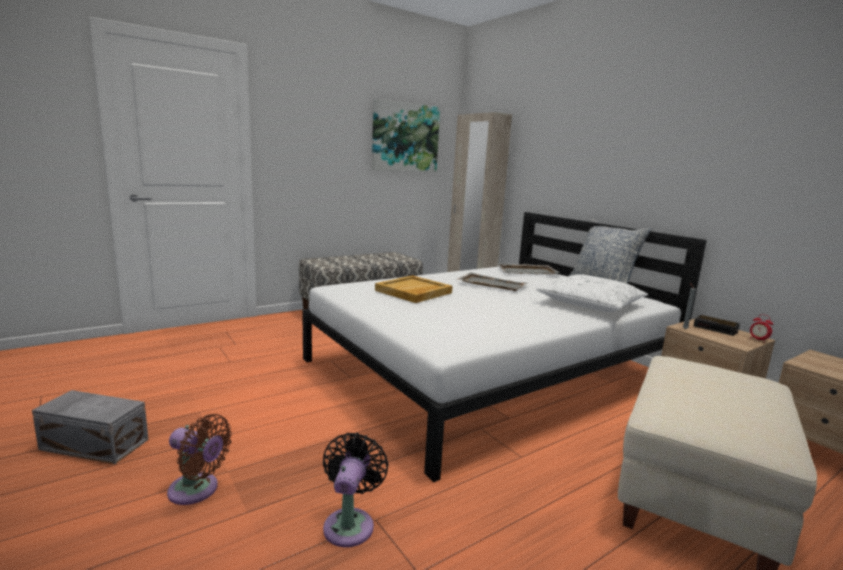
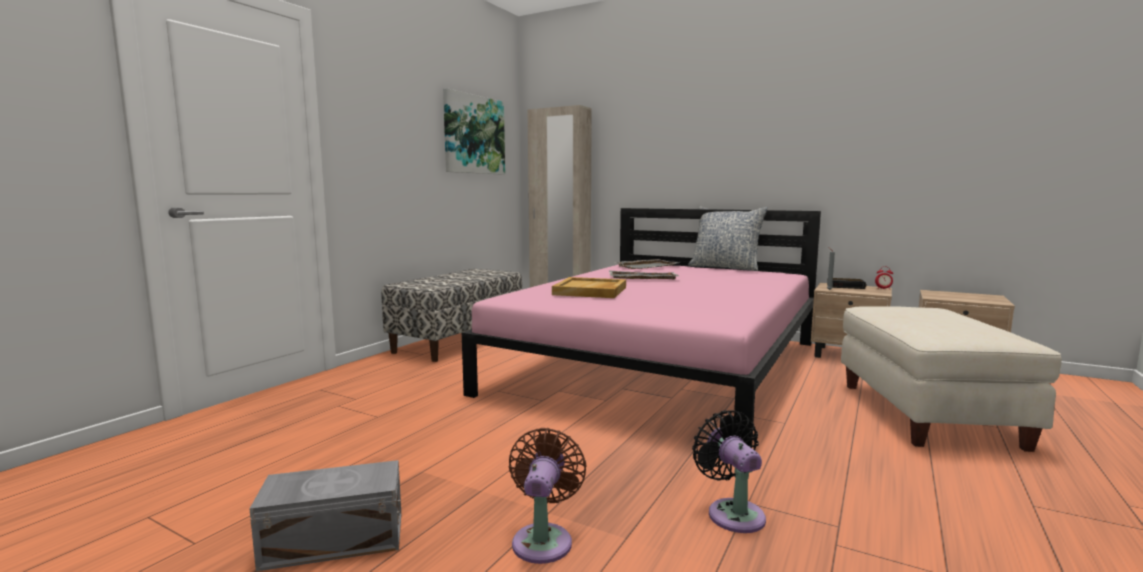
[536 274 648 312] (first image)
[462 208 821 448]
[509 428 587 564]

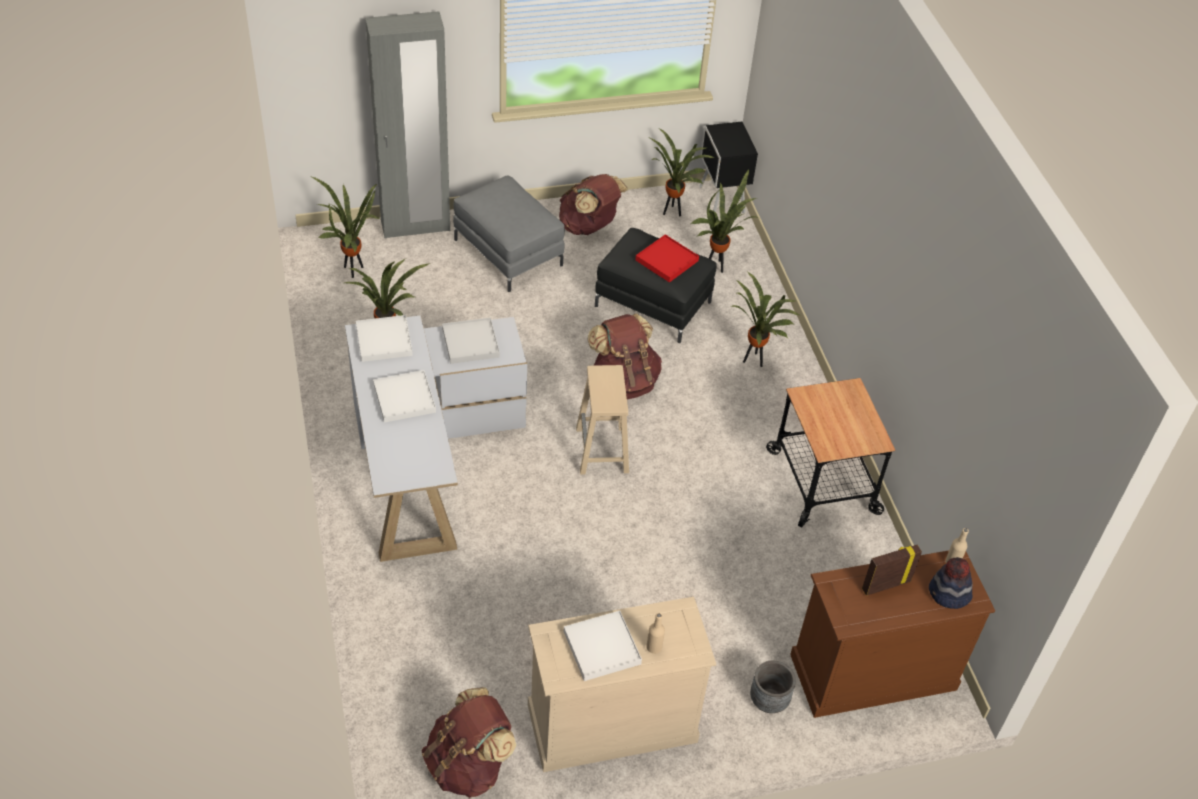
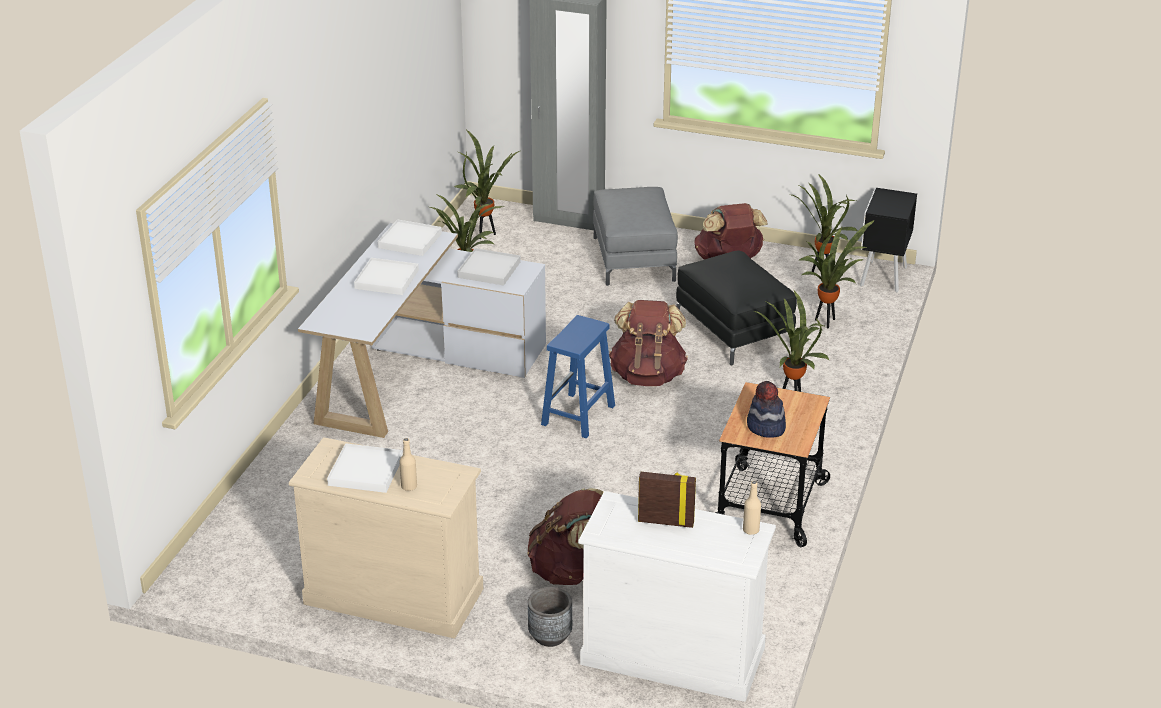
[635 234 699 283] (first image)
[527 488 603 585]
[747 381 786 438]
[541 315 615 438]
[578 491 776 702]

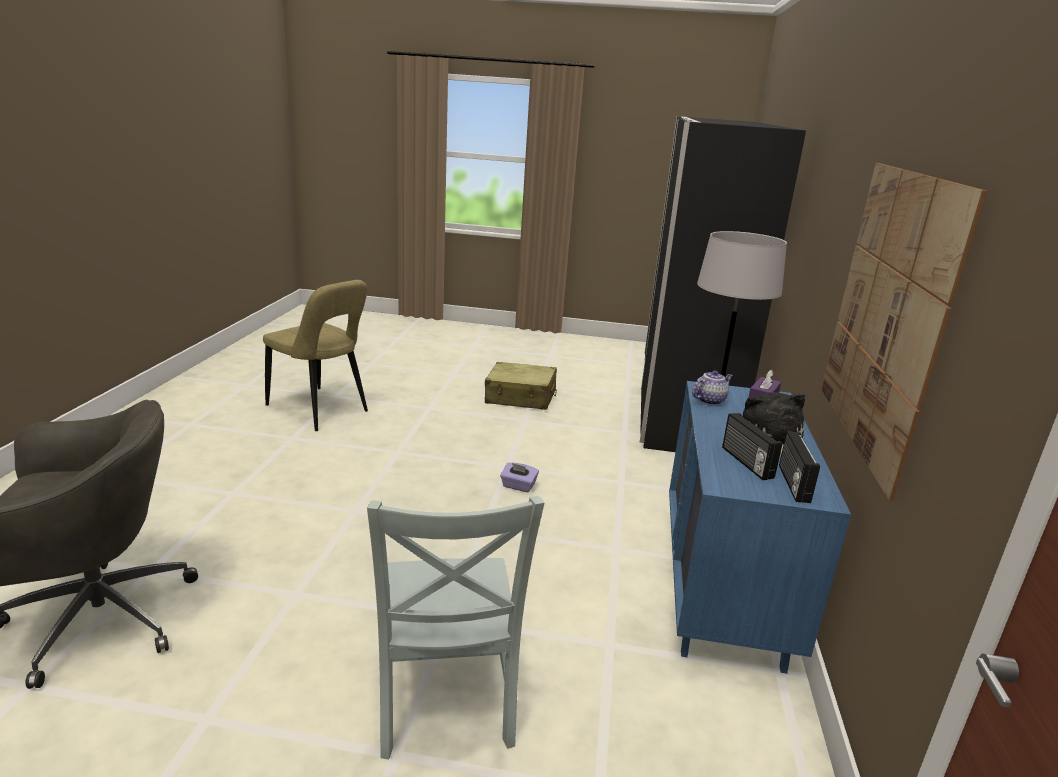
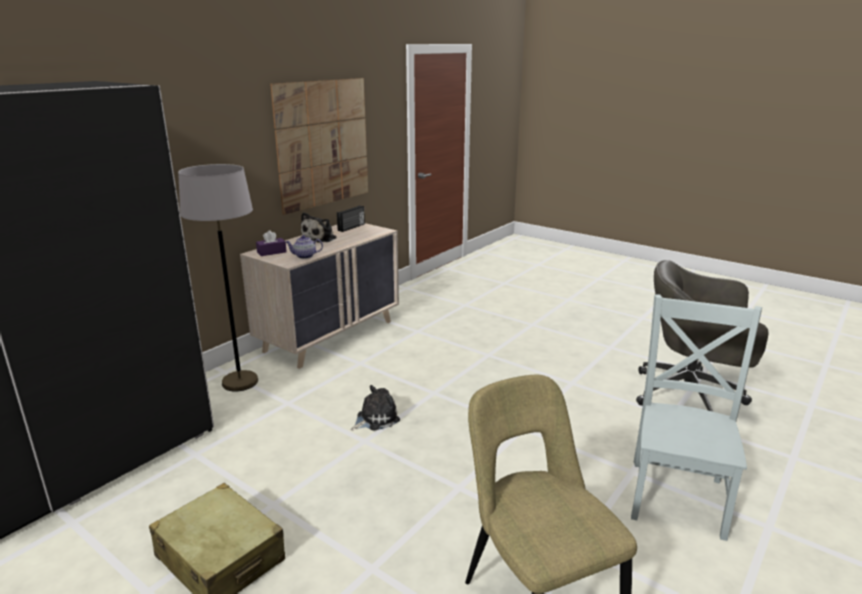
[722 413 782 480] (first image)
[631 294 762 541]
[351 385 400 431]
[240 223 399 369]

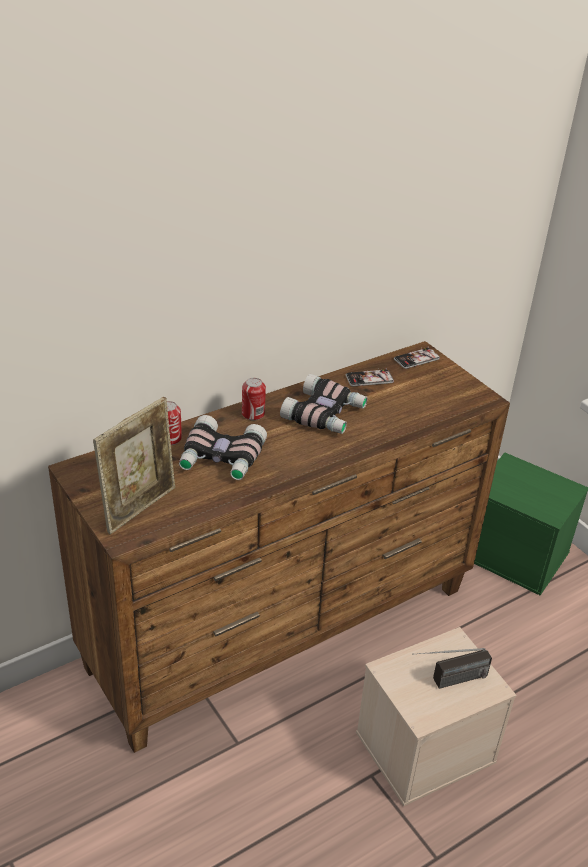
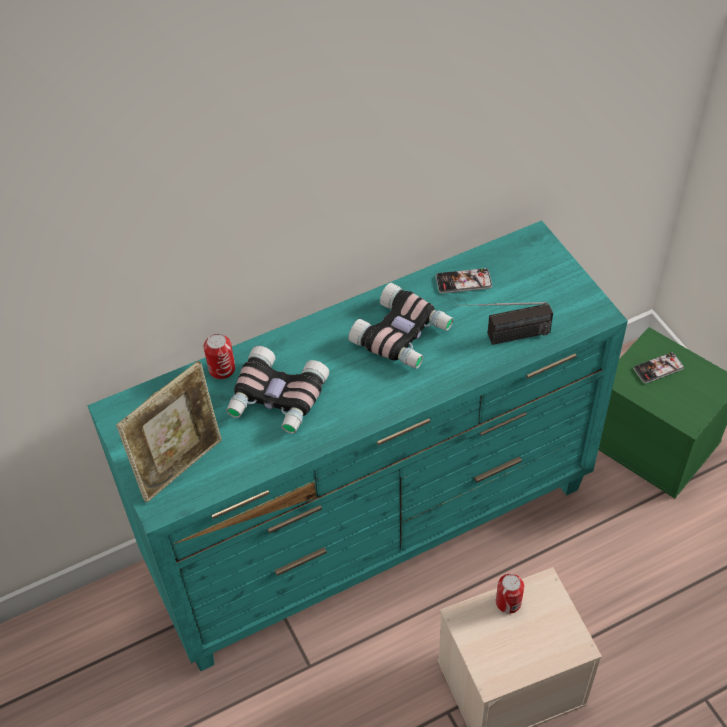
[496 574 524 614]
[633 352 684 383]
[458 302 553 345]
[87 220 628 671]

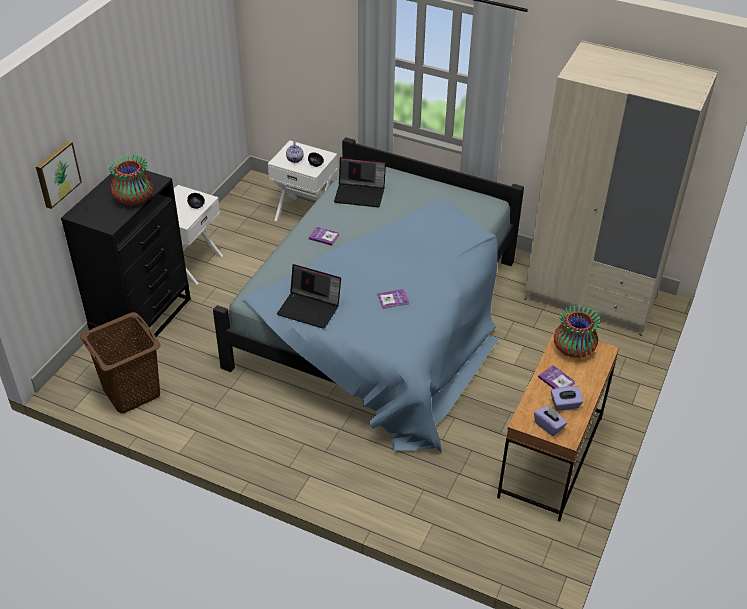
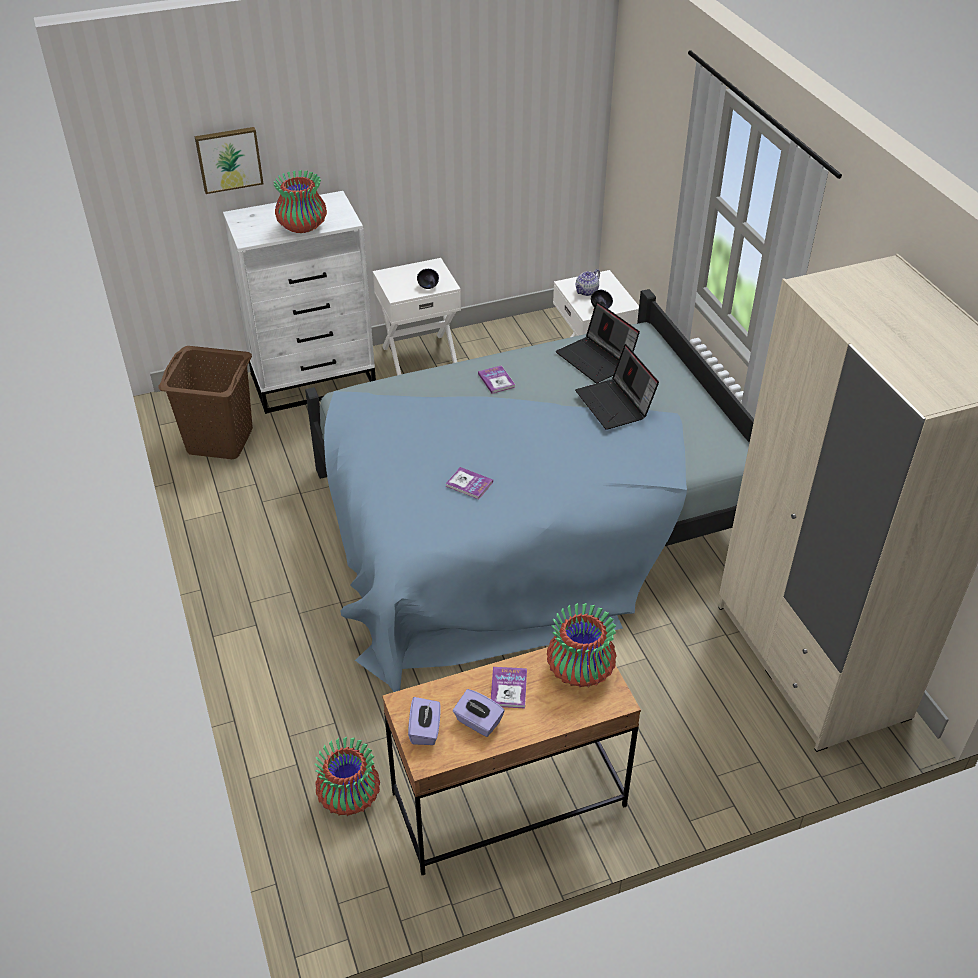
[315 737 380 816]
[575 344 659 430]
[223 191 376 414]

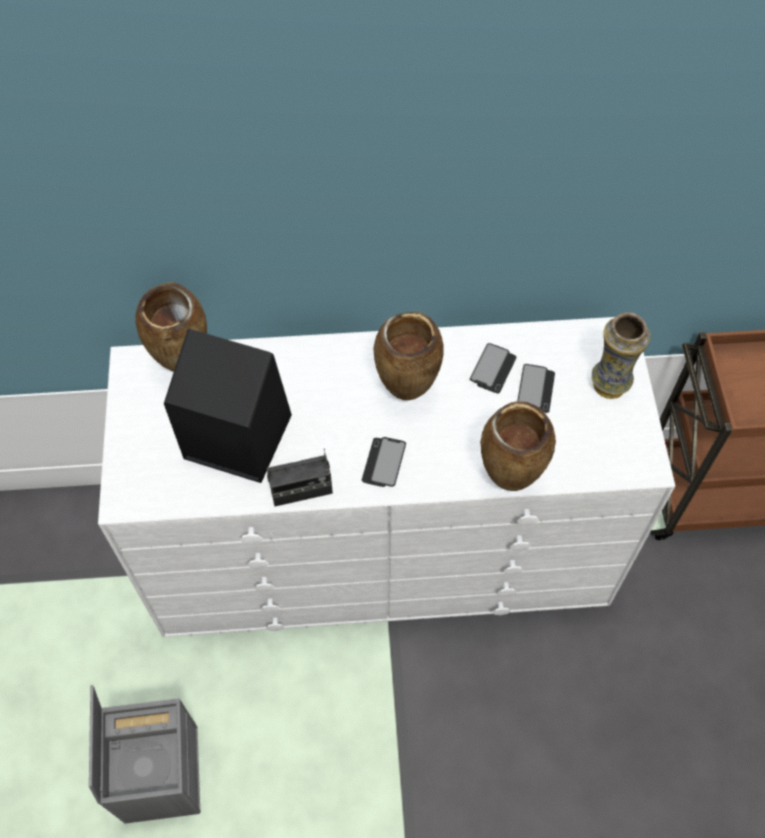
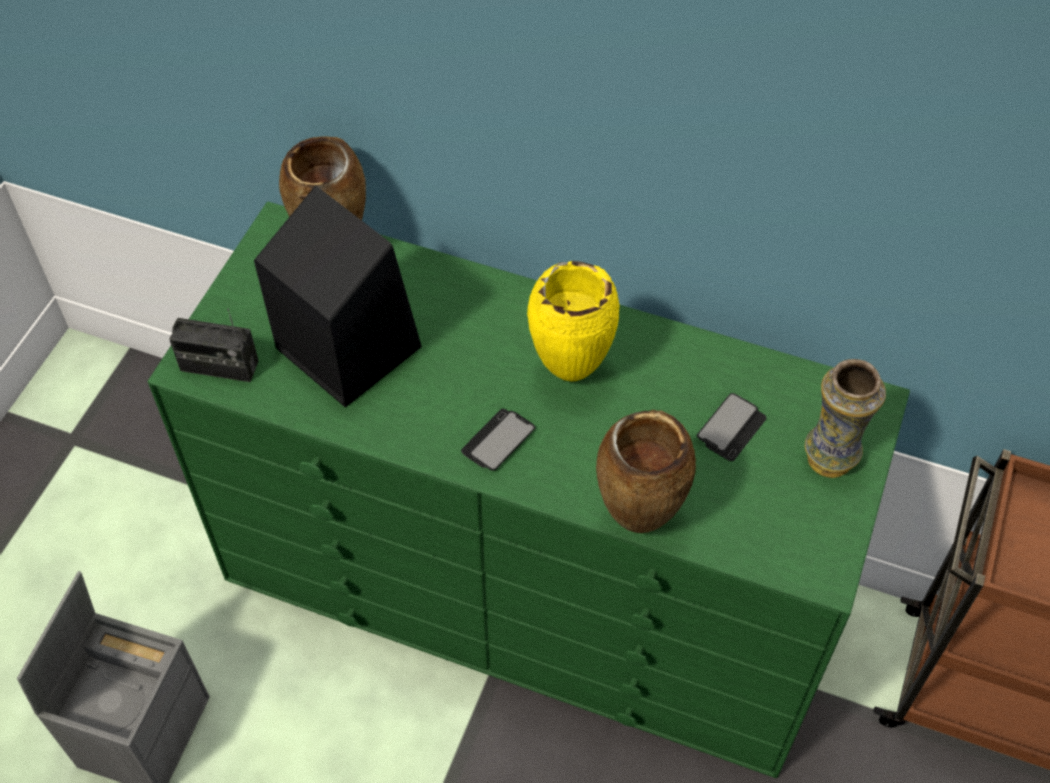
[470 343 517 393] (first image)
[169 309 259 382]
[147 202 910 778]
[527 261 619 381]

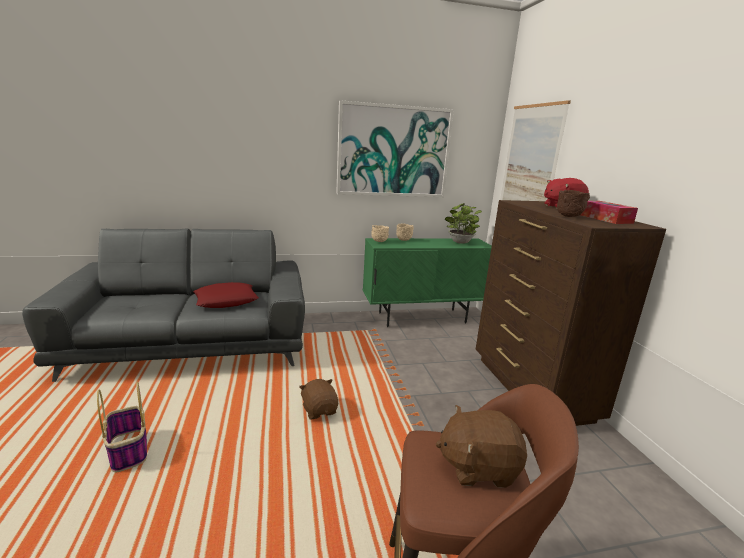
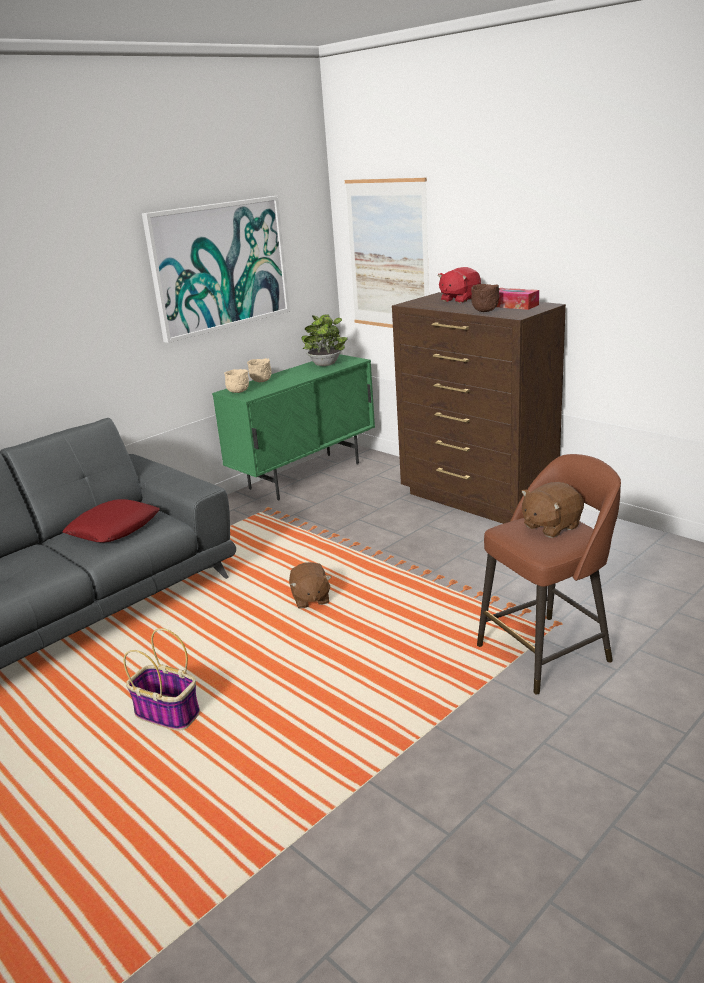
[289 562 331 608]

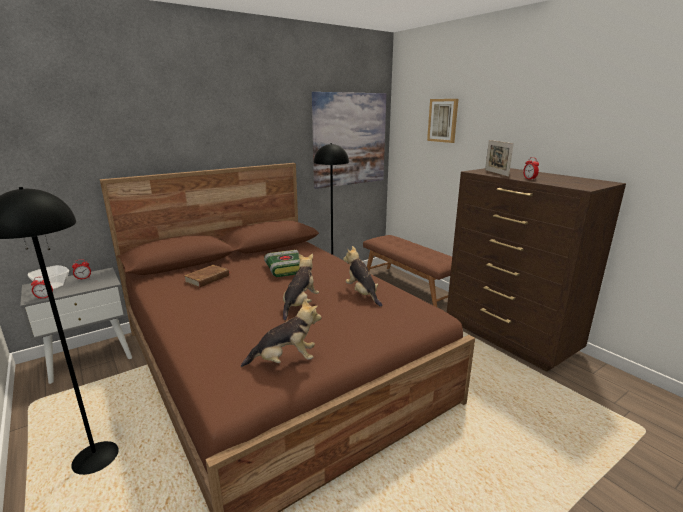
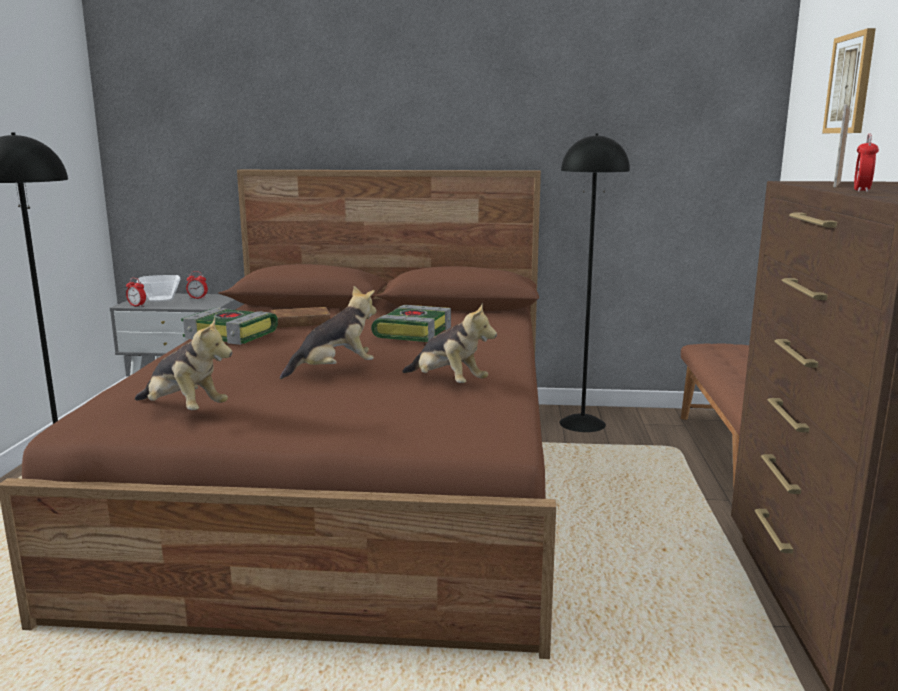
[312 92 386 189] (first image)
[181 308 278 345]
[402 303 497 383]

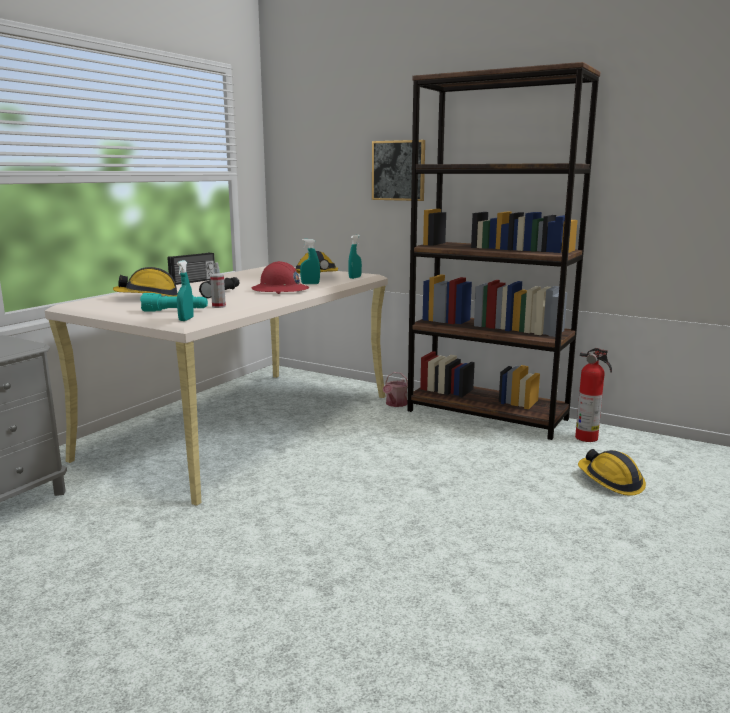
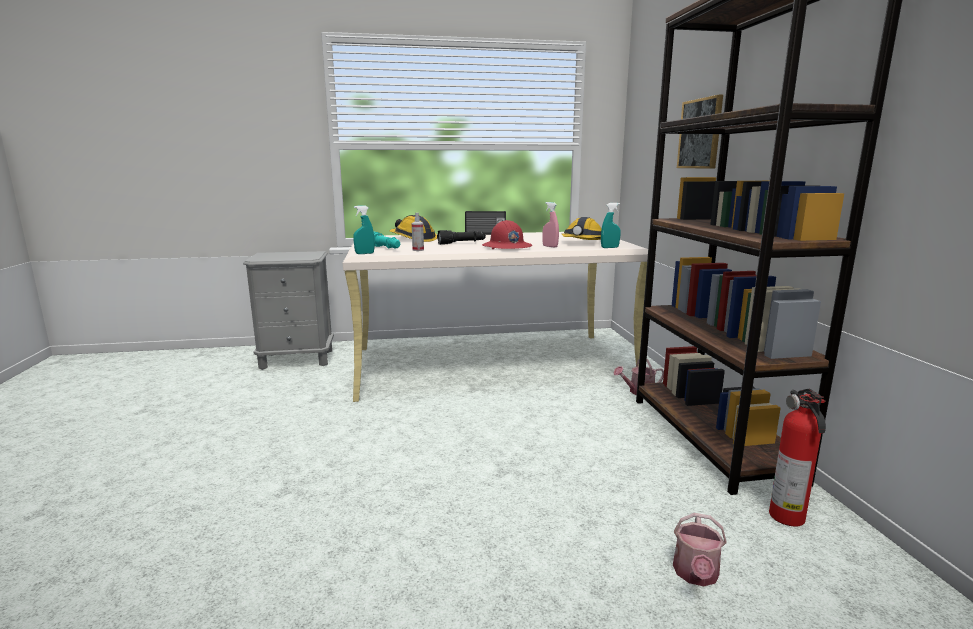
[673 513 727 586]
[542 202 559 248]

